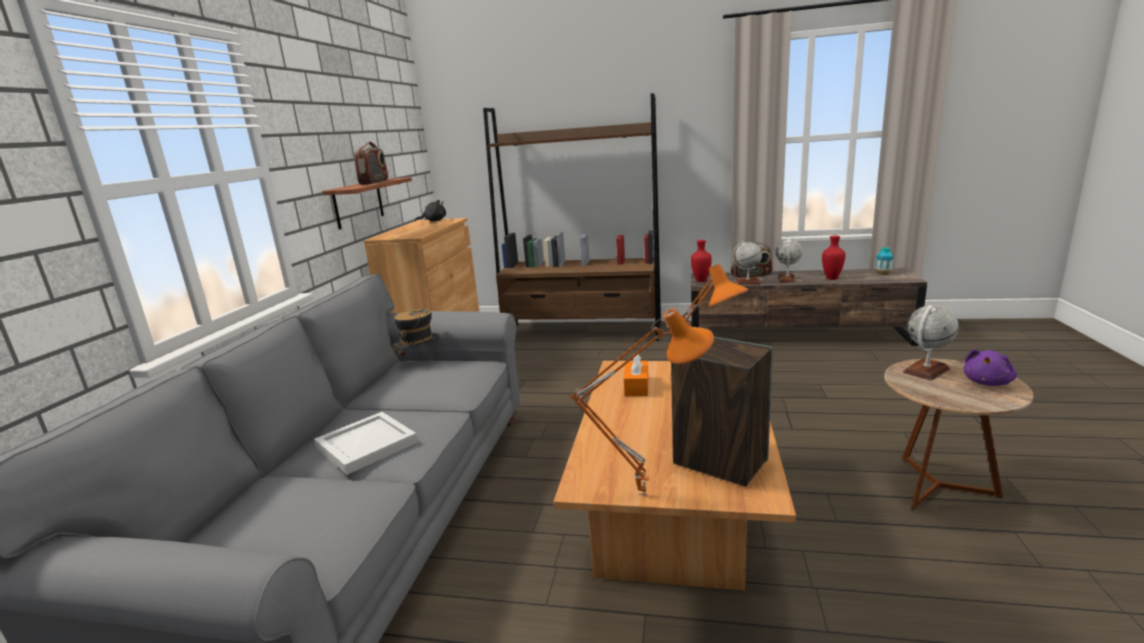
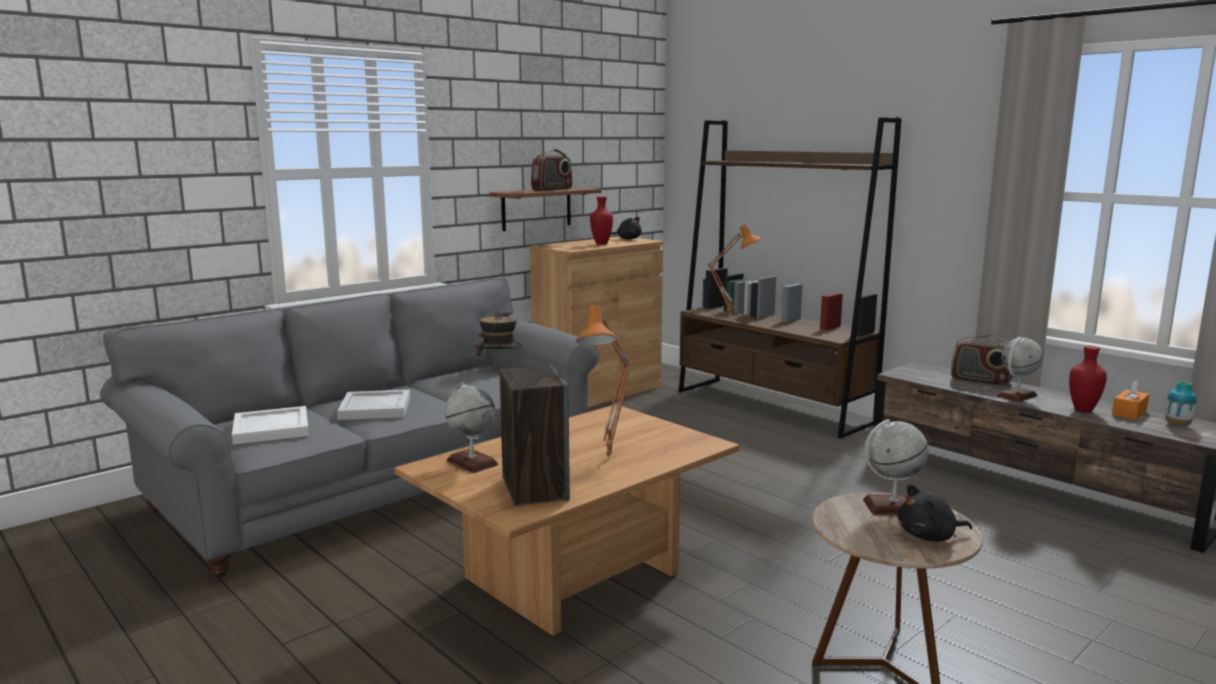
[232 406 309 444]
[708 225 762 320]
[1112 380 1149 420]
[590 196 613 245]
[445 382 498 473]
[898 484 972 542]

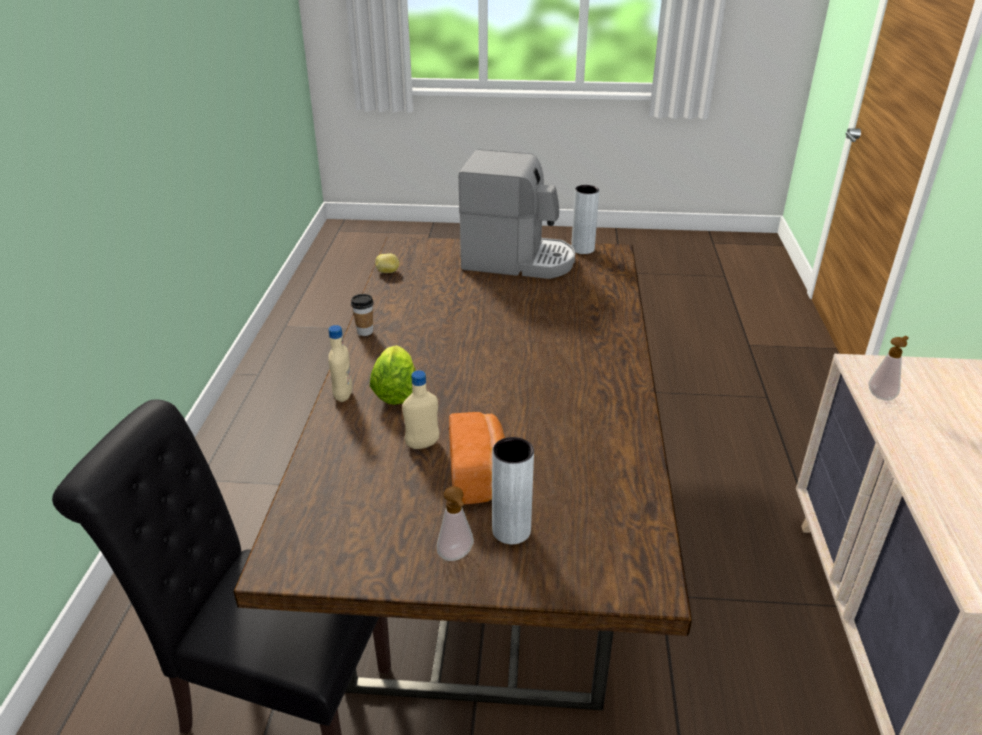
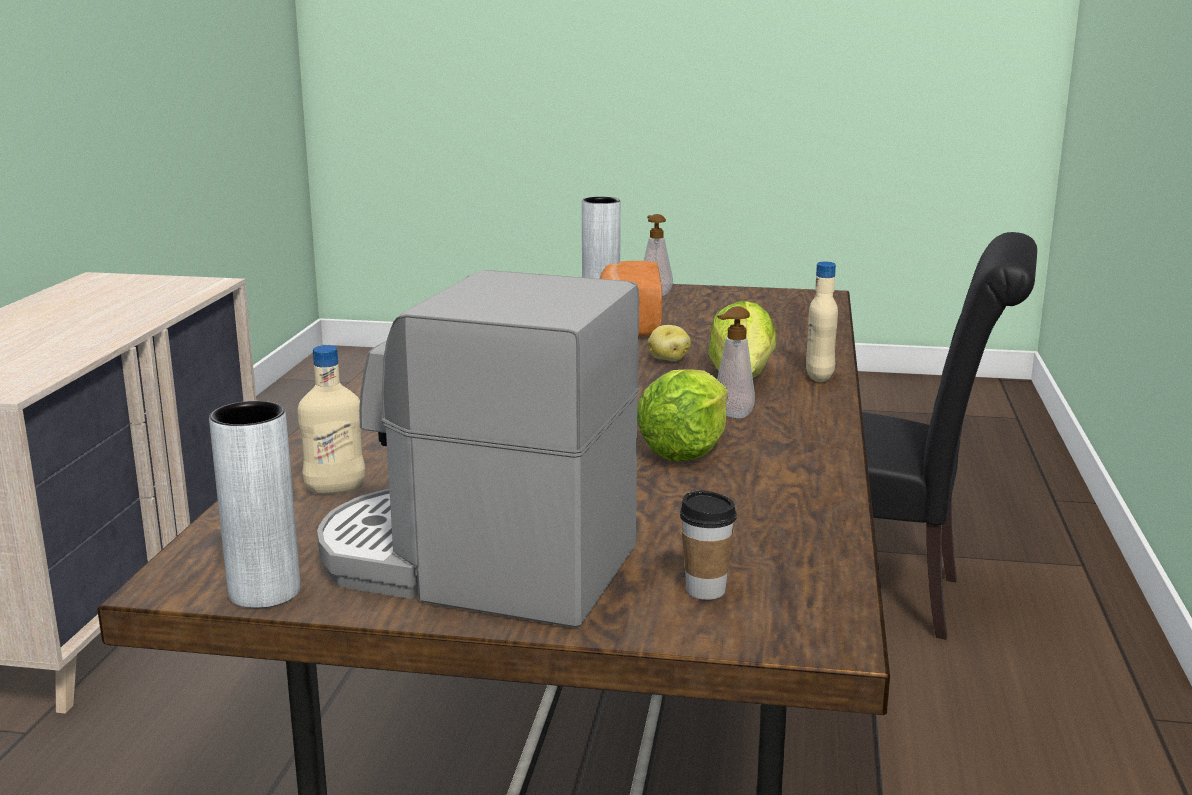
[637 369 728 461]
[680 491 737 600]
[647 325 691 361]
[297 345 365 494]
[717 306 755 418]

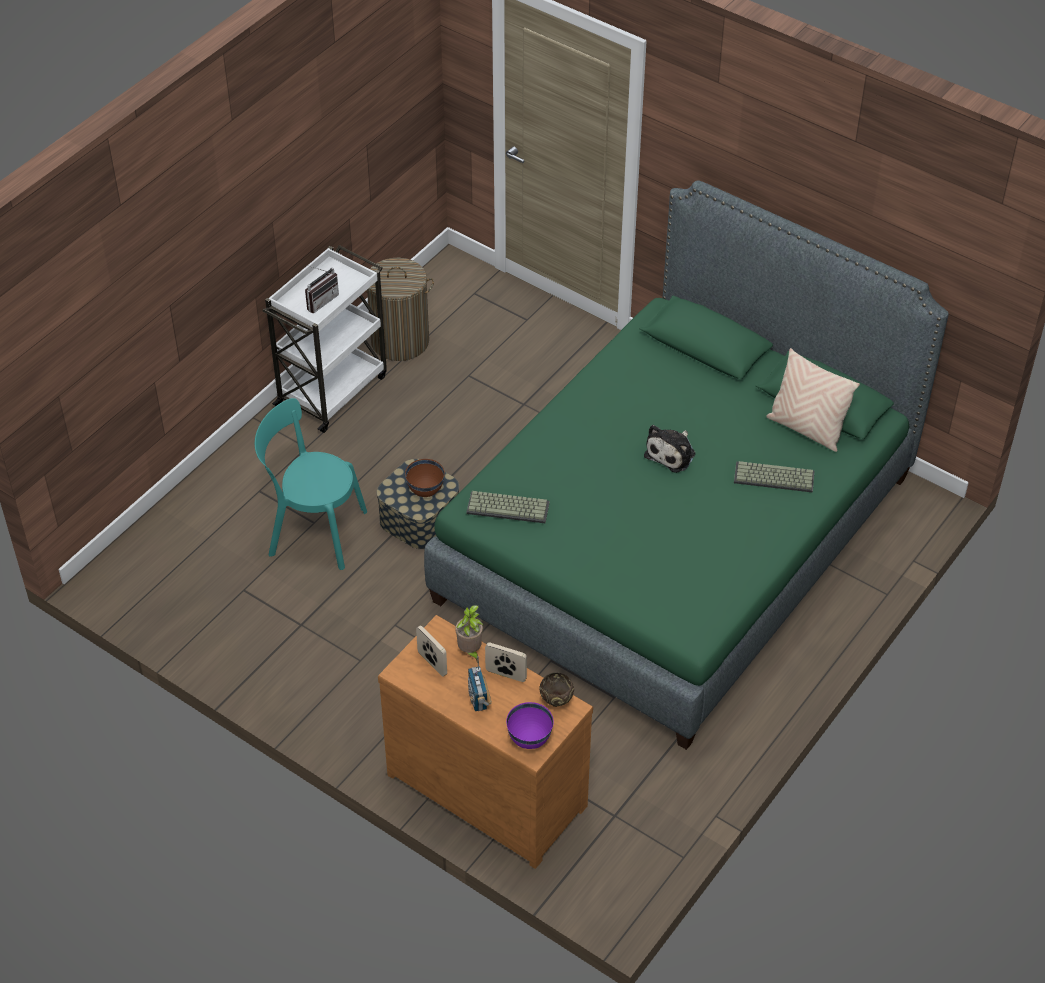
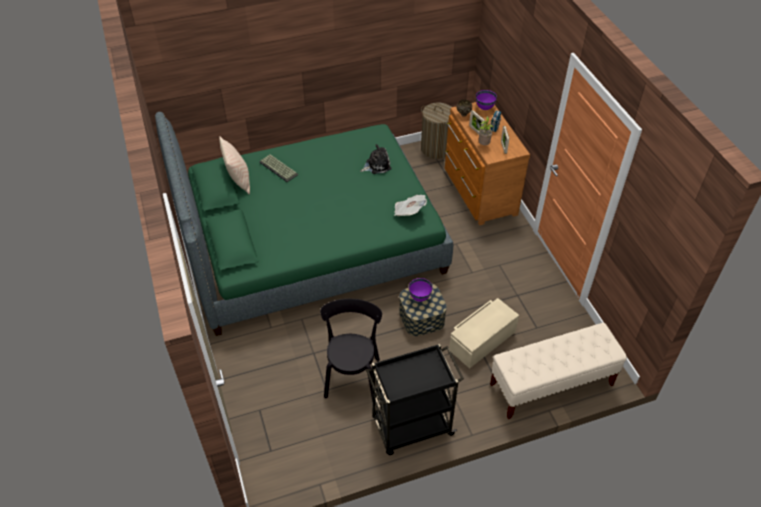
[305 265 339 313] (first image)
[320 299 382 399]
[490 323 627 419]
[421 103 452 159]
[360 144 392 174]
[449 298 519 369]
[394 195 427 216]
[366 344 464 455]
[409 278 433 302]

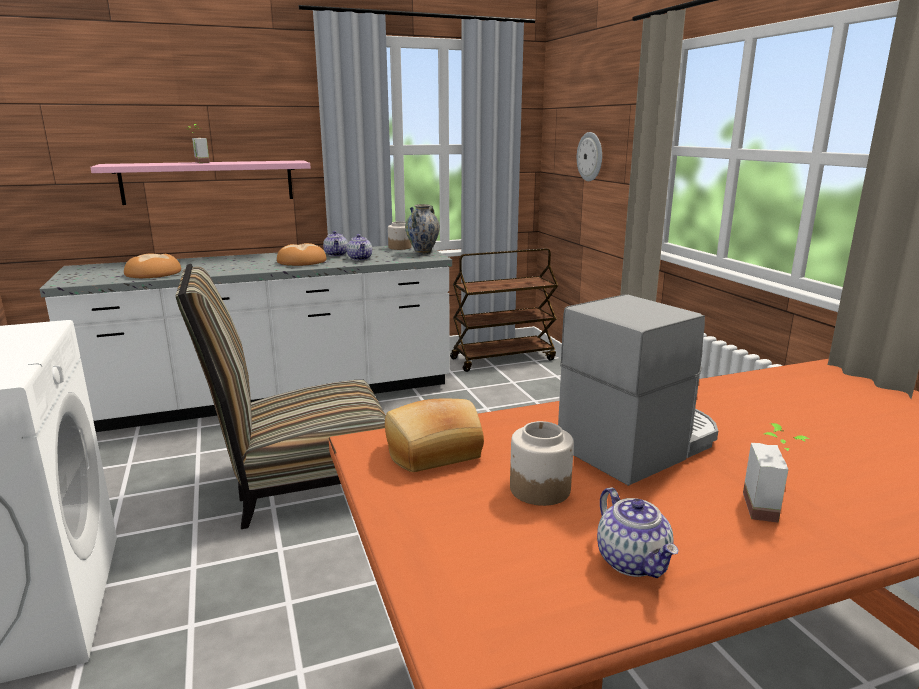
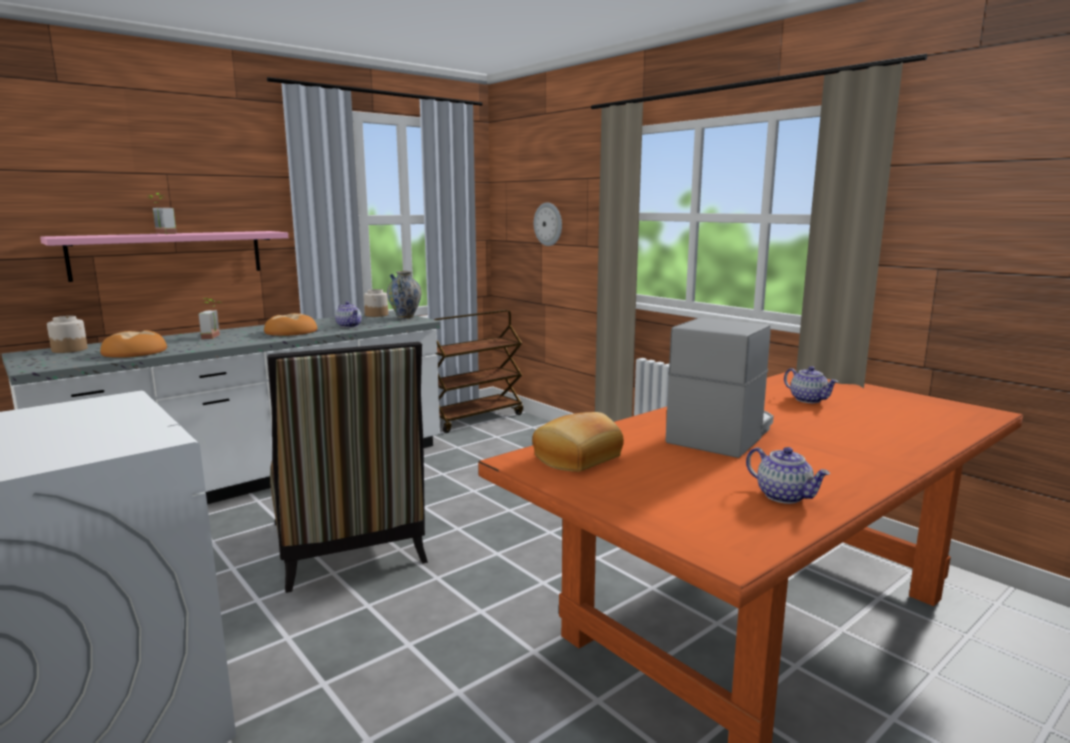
[784 366 838 403]
[47 316 88 353]
[198 298 220 339]
[267 342 428 593]

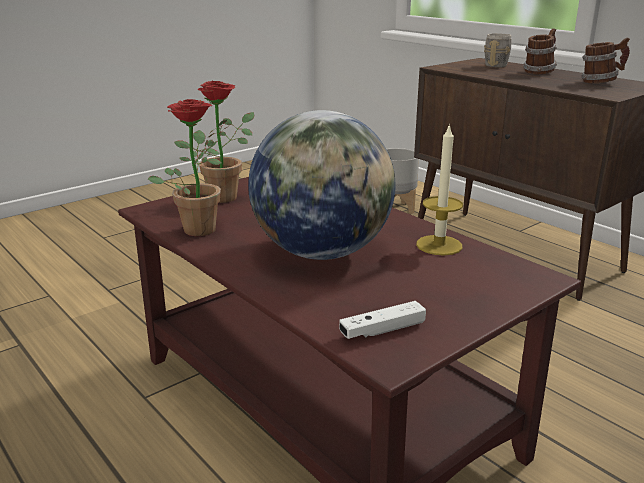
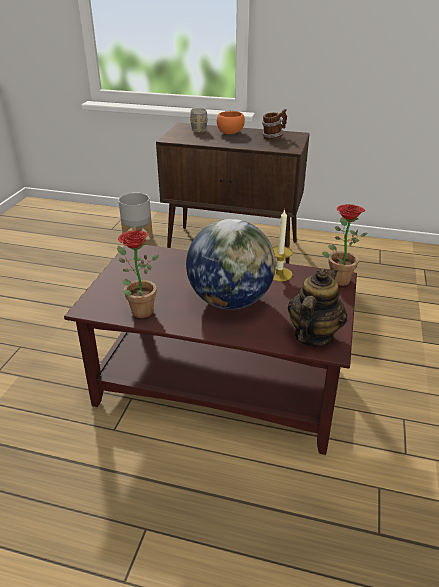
[322 204 368 286]
[288 268 347 347]
[217 111 245 134]

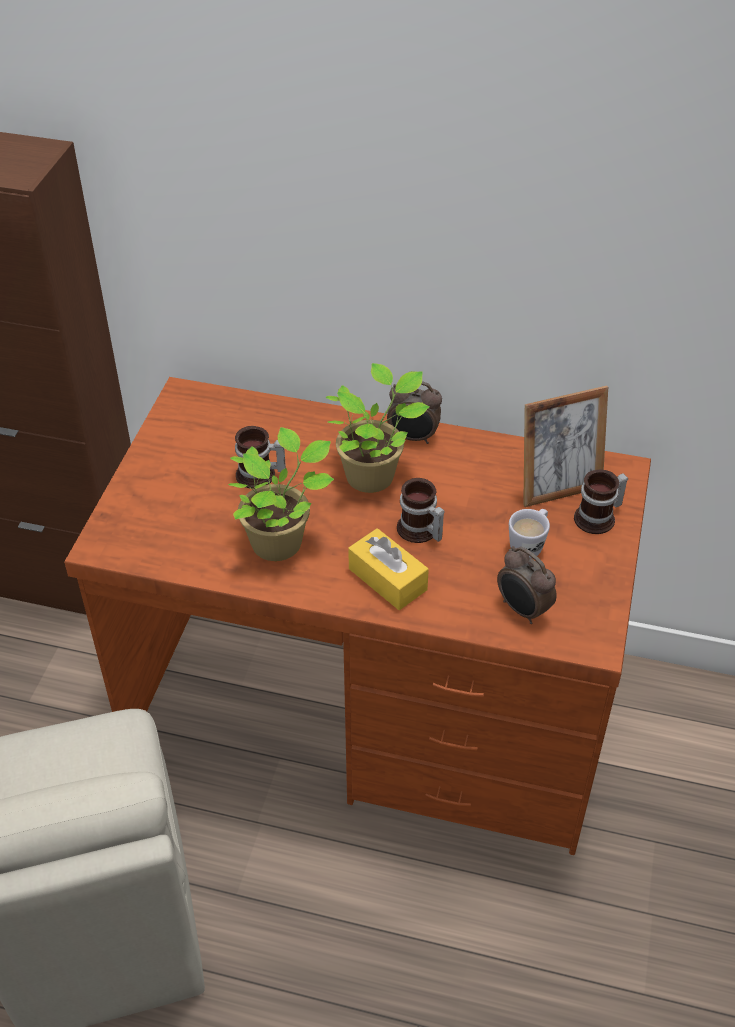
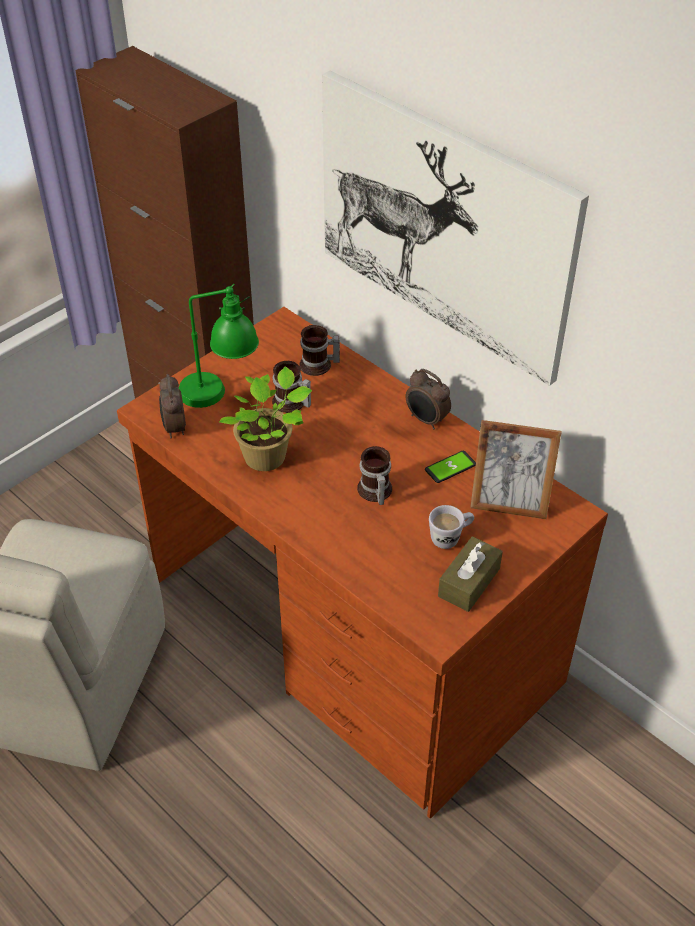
[325 363 430 493] (first image)
[348 528 429 610] (first image)
[179 284 259 408]
[322 71 589 386]
[425 451 476 483]
[438 536 503 612]
[159 374 186 438]
[299 325 340 376]

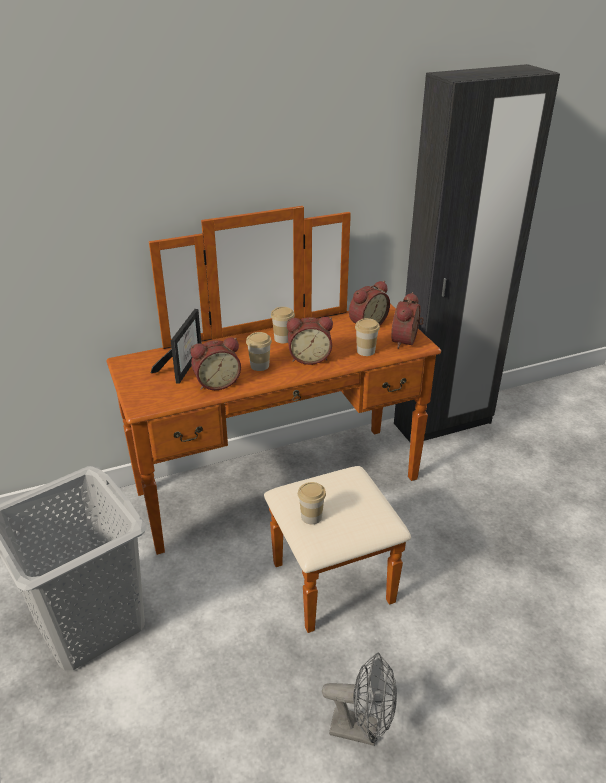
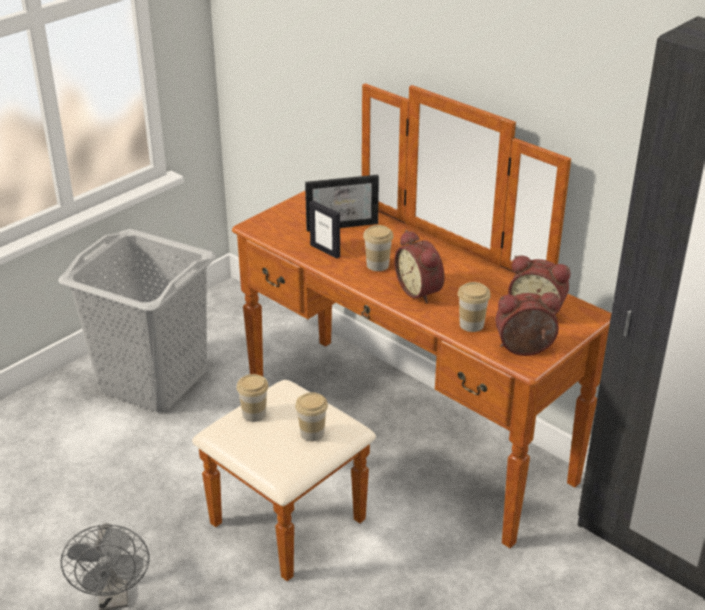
[295 392 328 441]
[309 201 340 259]

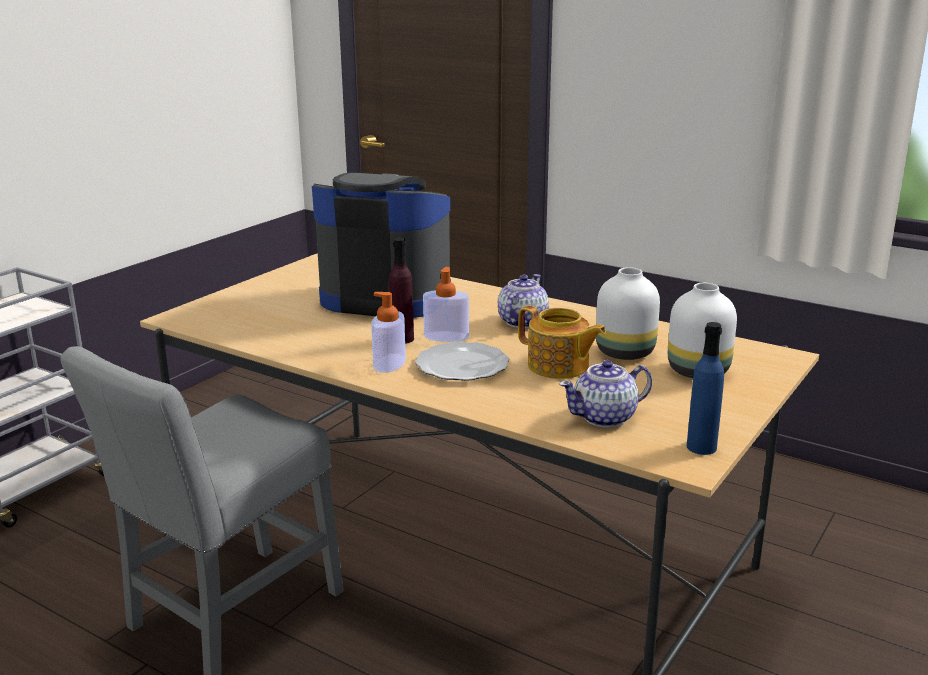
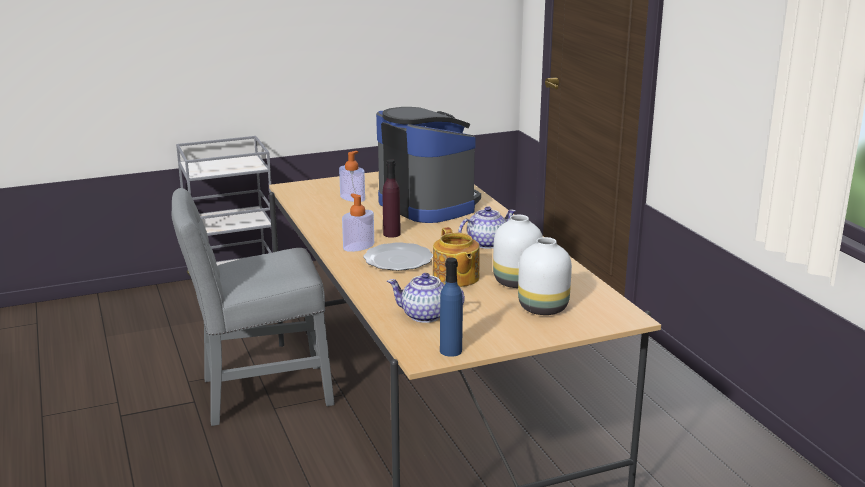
[339 151 365 202]

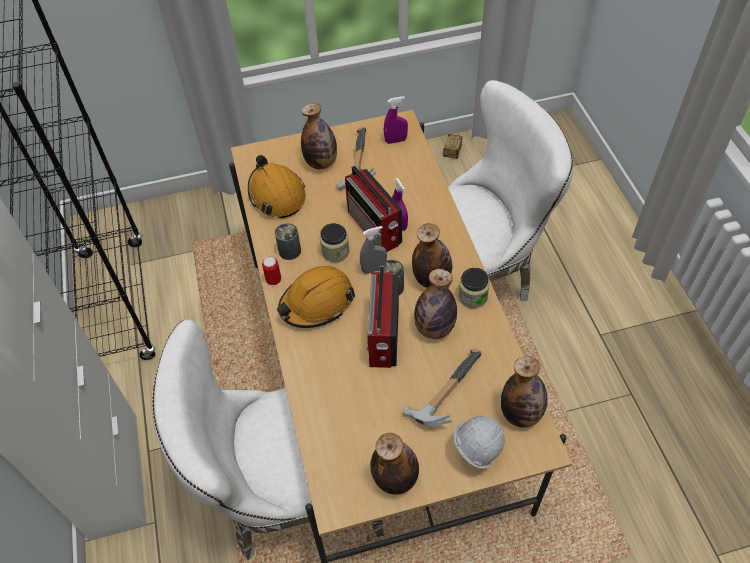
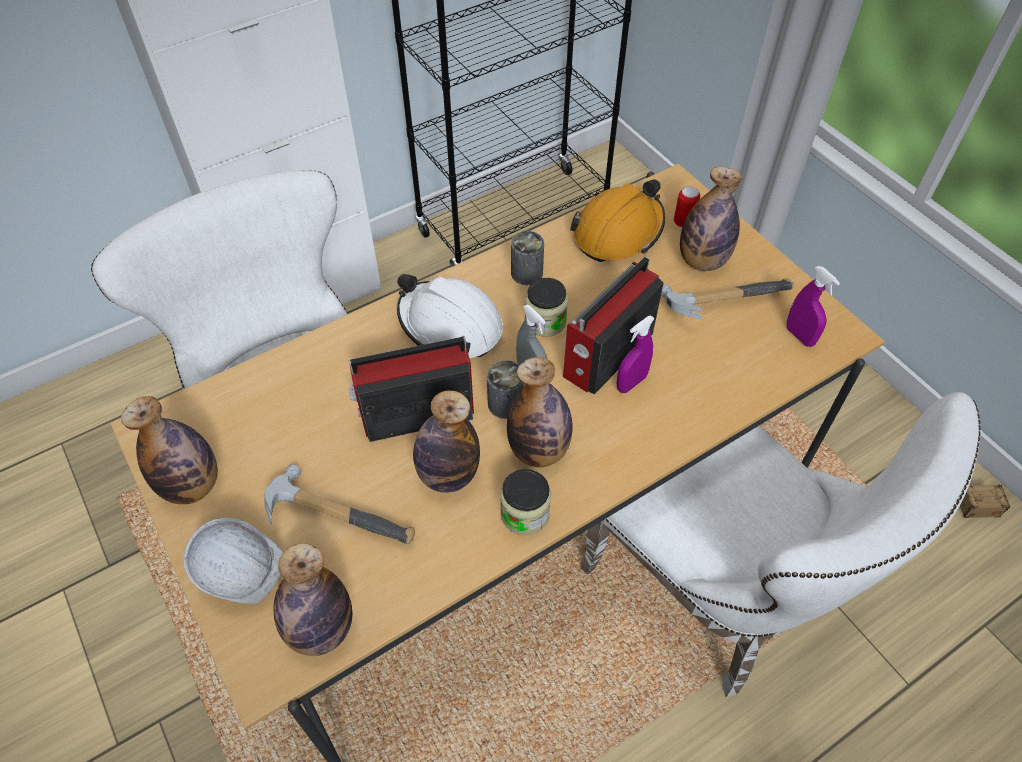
[674 186 700 227]
[397 274 503 358]

